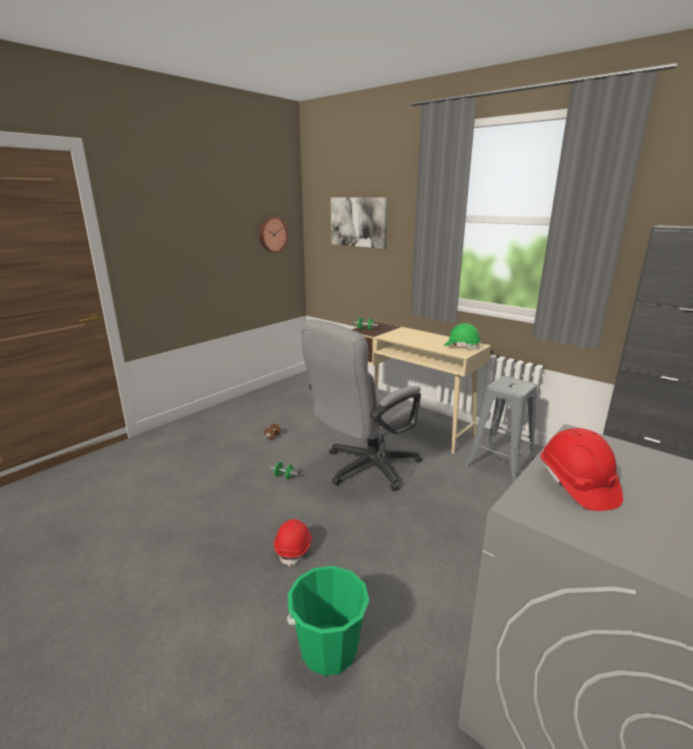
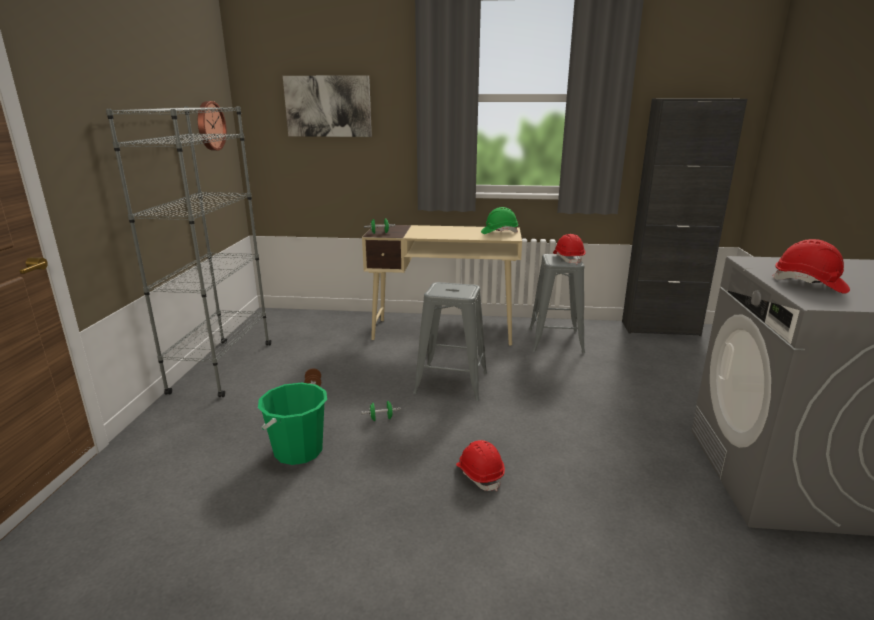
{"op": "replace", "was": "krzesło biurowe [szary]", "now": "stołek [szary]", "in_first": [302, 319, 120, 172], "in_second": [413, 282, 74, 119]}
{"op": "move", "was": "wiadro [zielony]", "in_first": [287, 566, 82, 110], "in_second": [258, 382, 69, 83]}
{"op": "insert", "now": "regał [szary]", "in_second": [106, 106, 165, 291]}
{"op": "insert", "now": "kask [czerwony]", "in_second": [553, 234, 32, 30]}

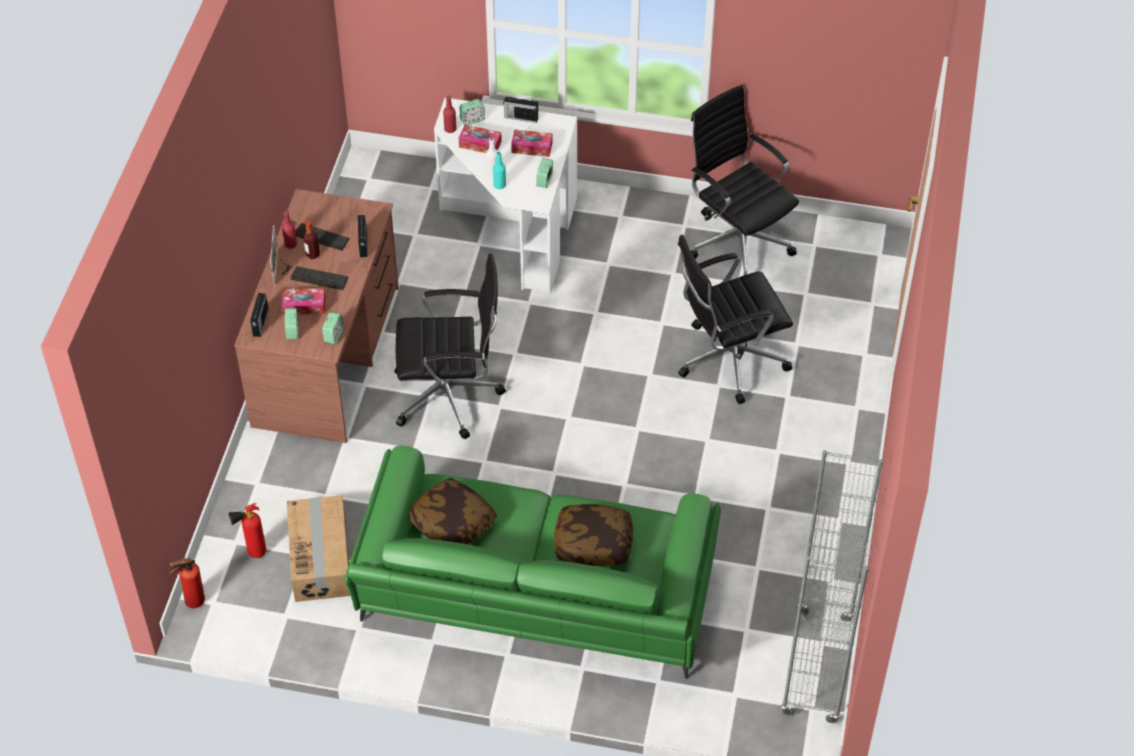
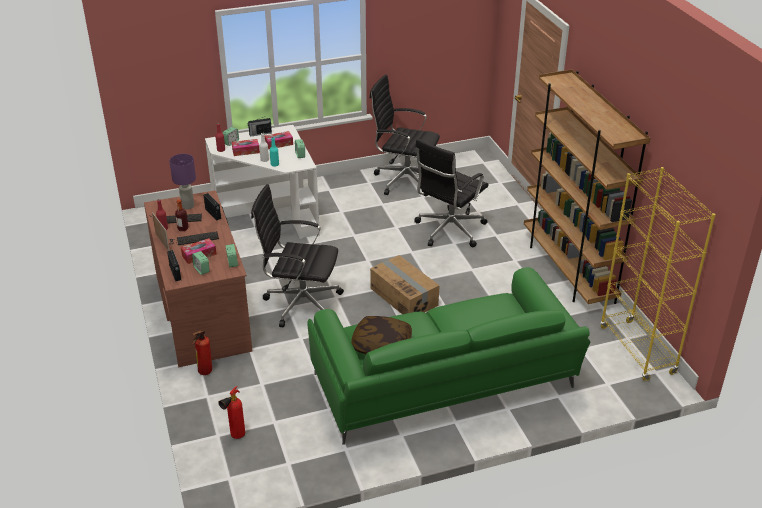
{"op": "rotate", "was": "krzesło biurowe [czarny]", "in_first": [395, 253, 111, 186], "in_second": [251, 184, 93, 143], "clockwise": -135}
{"op": "recolor", "was": "regał [szary]", "now": "regał [żółty]", "in_first": [781, 450, 102, 273], "in_second": [600, 167, 116, 214]}
{"op": "move", "was": "karton", "in_first": [287, 495, 63, 107], "in_second": [370, 255, 70, 59]}
{"op": "delete", "was": "poduszka", "in_first": [554, 504, 79, 62]}
{"op": "move", "was": "gaśnica", "in_first": [169, 558, 36, 50], "in_second": [192, 330, 20, 45]}
{"op": "insert", "now": "regał [brązowy]", "in_second": [524, 69, 127, 235]}
{"op": "insert", "now": "lampa stołowa [fioletowy]", "in_second": [169, 154, 27, 55]}

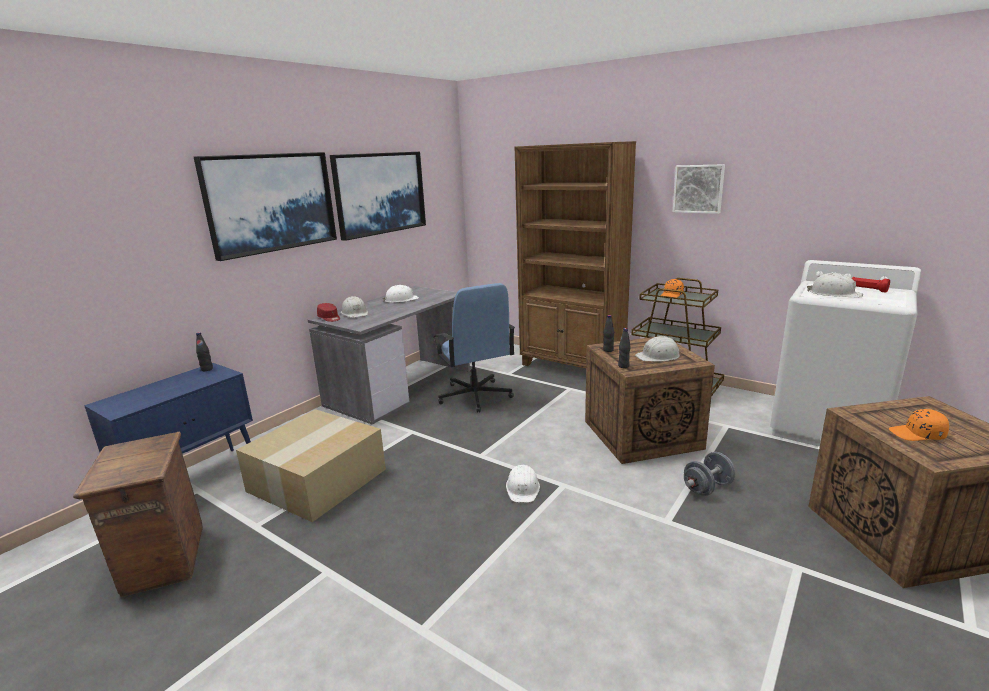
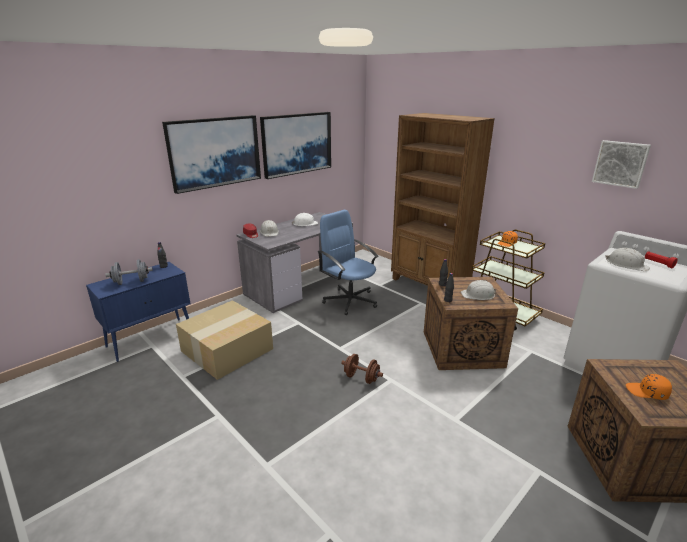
{"op": "move", "was": "obraz", "in_first": [673, 164, 52, 50], "in_second": [592, 140, 59, 49]}
{"op": "rotate", "was": "krzesło biurowe [niebieski]", "in_first": [434, 283, 81, 130], "in_second": [318, 210, 61, 105], "clockwise": 150}
{"op": "delete", "was": "skrzynka", "in_first": [73, 432, 130, 165]}
{"op": "move", "was": "hantel [szary]", "in_first": [684, 452, 51, 44], "in_second": [105, 259, 48, 26]}
{"op": "replace", "was": "kask [biały]", "now": "hantel [brązowy]", "in_first": [506, 465, 34, 38], "in_second": [341, 354, 42, 30]}

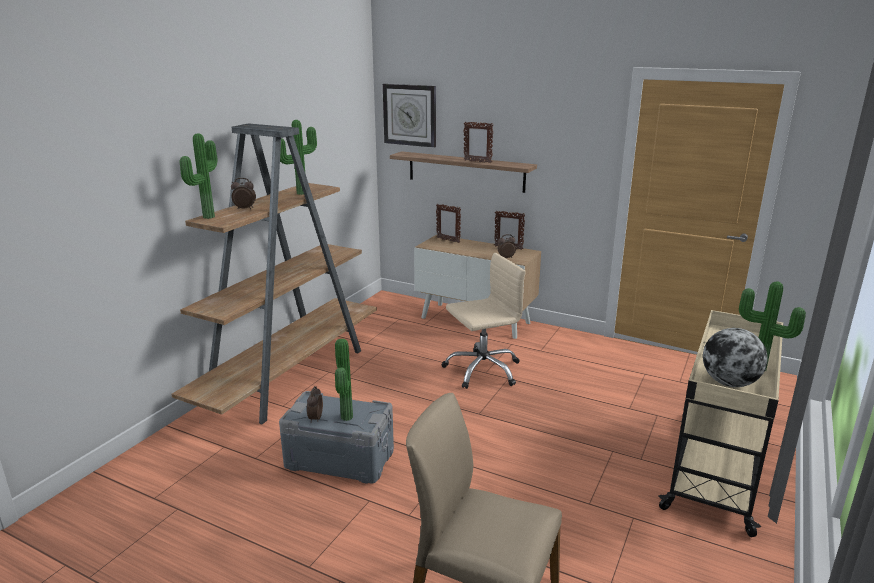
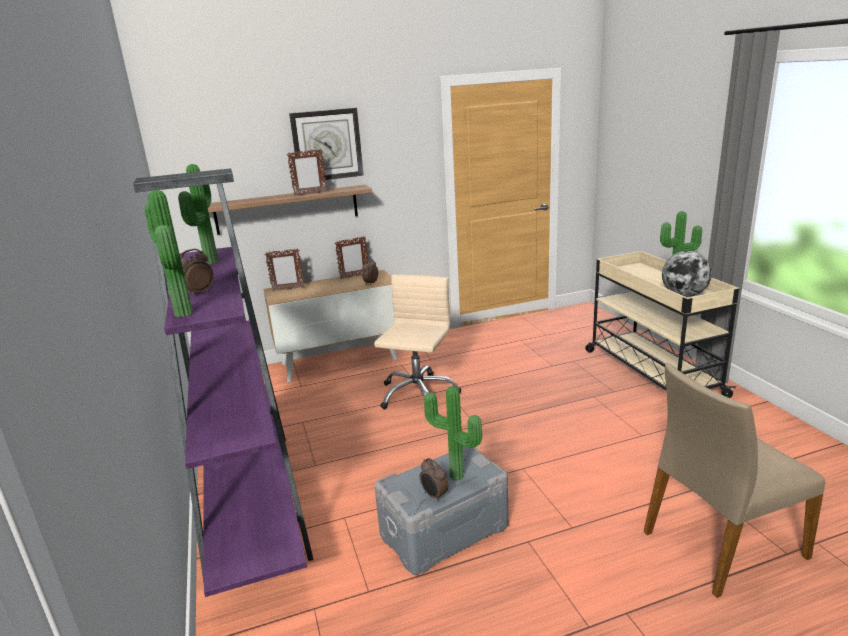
{"op": "move", "was": "zegar ścienny", "in_first": [383, 84, 53, 64], "in_second": [289, 108, 75, 72]}
{"op": "recolor", "was": "regał [brązowy]", "now": "regał [fioletowy]", "in_first": [171, 123, 206, 301], "in_second": [133, 168, 180, 429]}

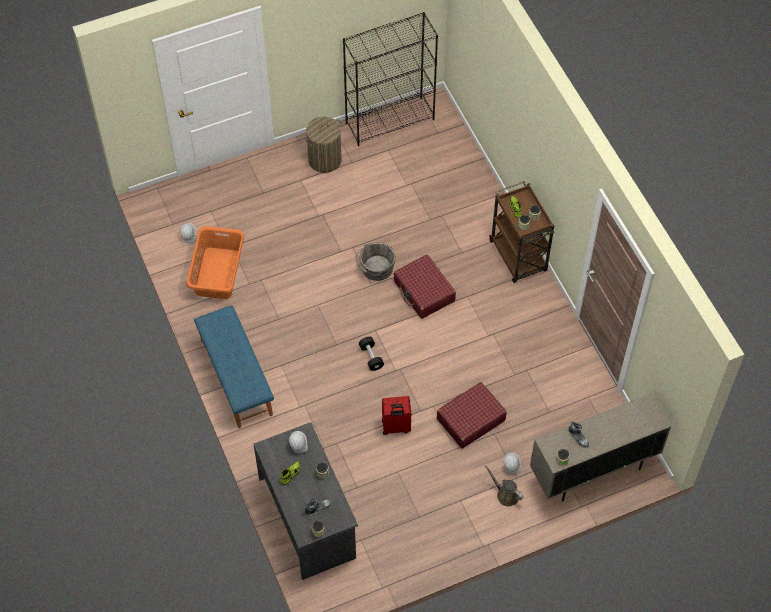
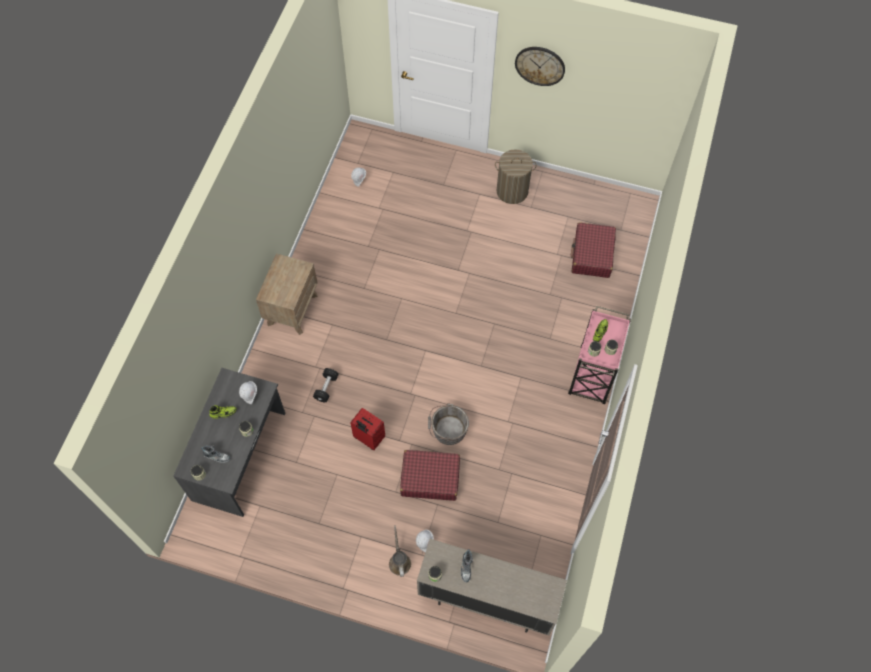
{"op": "delete", "was": "regał [czarny]", "in_first": [343, 12, 95, 134]}
{"op": "recolor", "was": "wózek [brązowy]", "now": "wózek [różowy]", "in_first": [489, 181, 65, 102], "in_second": [568, 306, 63, 98]}
{"op": "delete", "was": "kosz na pranie [pomarańczowy]", "in_first": [187, 226, 57, 73]}
{"op": "move", "was": "wiadro [szary]", "in_first": [356, 242, 40, 39], "in_second": [428, 403, 41, 42]}
{"op": "move", "was": "walizka [czerwony]", "in_first": [394, 254, 62, 65], "in_second": [571, 222, 45, 56]}
{"op": "replace", "was": "ławka [niebieski]", "now": "szafka nocna [brązowy]", "in_first": [194, 305, 80, 123], "in_second": [256, 253, 62, 82]}
{"op": "move", "was": "hantel [czarny]", "in_first": [359, 337, 25, 34], "in_second": [313, 368, 26, 34]}
{"op": "insert", "now": "zegar ścienny", "in_second": [515, 47, 50, 39]}

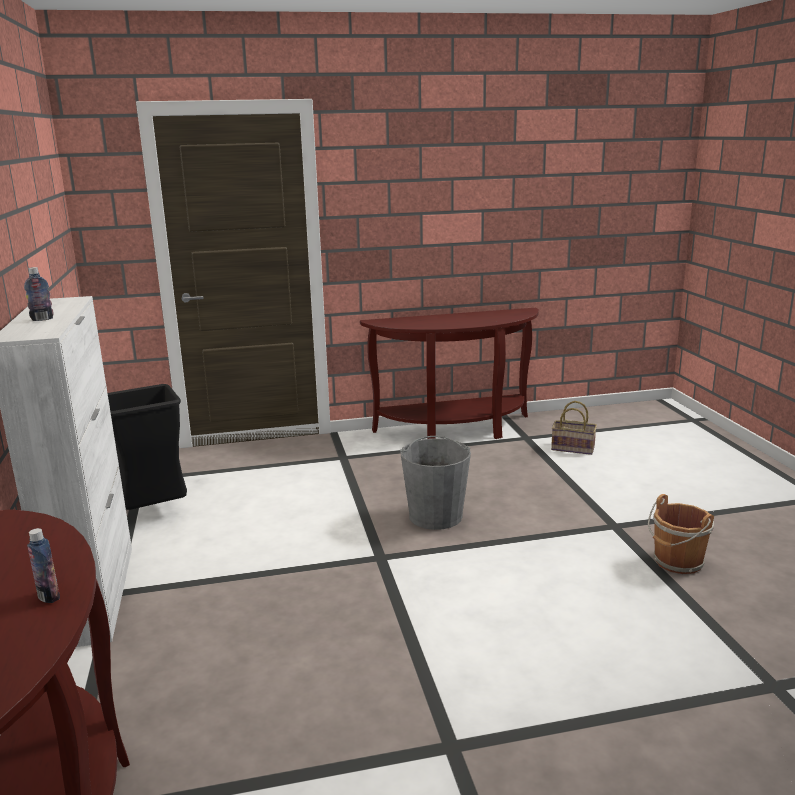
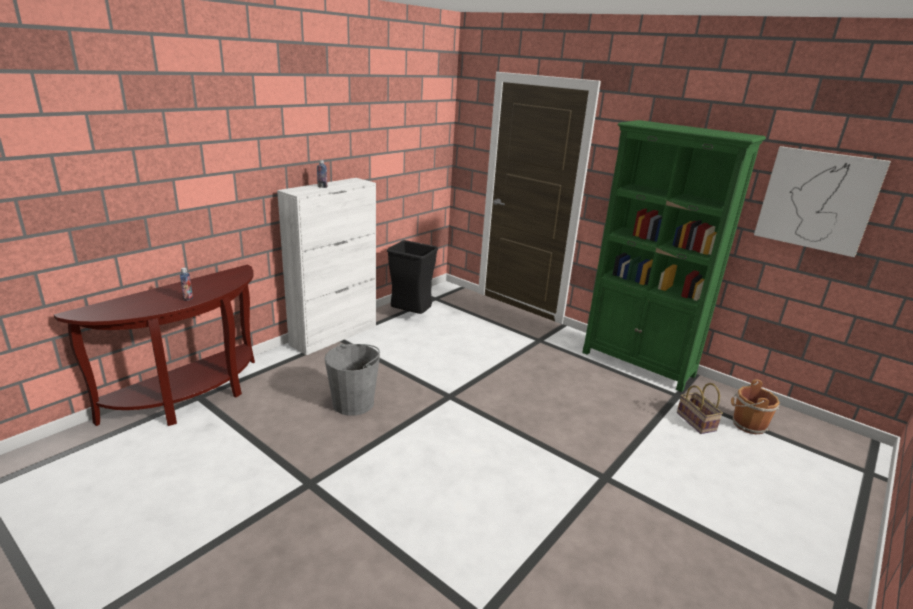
{"op": "replace", "was": "stolik konsolowy [brązowy]", "now": "regał [zielony]", "in_first": [360, 308, 179, 131], "in_second": [582, 120, 184, 272]}
{"op": "move", "was": "wiadro [szary]", "in_first": [400, 436, 71, 94], "in_second": [325, 343, 55, 73]}
{"op": "move", "was": "wiadro [brązowy]", "in_first": [648, 494, 66, 80], "in_second": [731, 379, 49, 55]}
{"op": "insert", "now": "obraz", "in_second": [754, 146, 137, 112]}

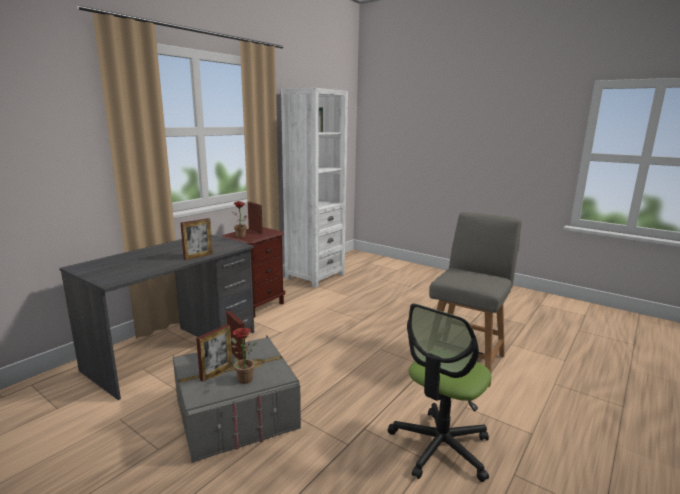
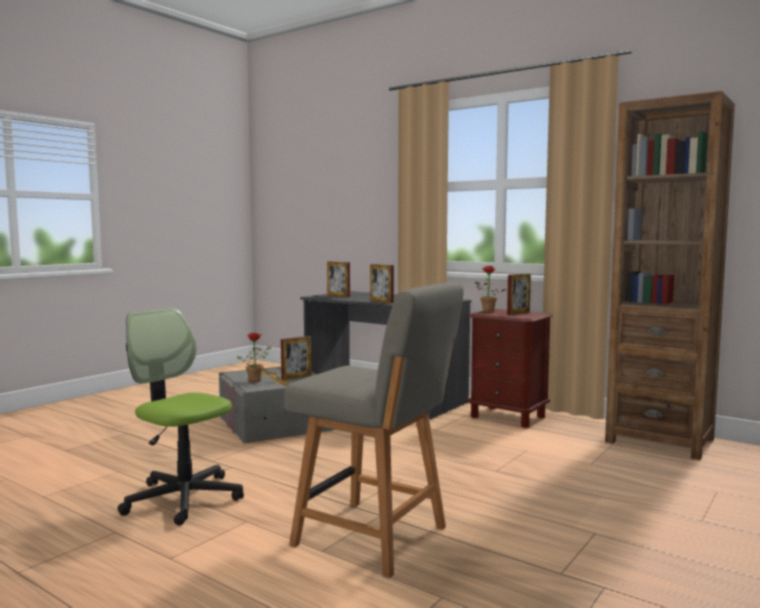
{"op": "recolor", "was": "regał [biały]", "now": "regał [brązowy]", "in_first": [281, 88, 67, 200], "in_second": [605, 91, 130, 369]}
{"op": "move", "was": "ramka na zdjęcie", "in_first": [196, 325, 37, 57], "in_second": [327, 261, 23, 36]}

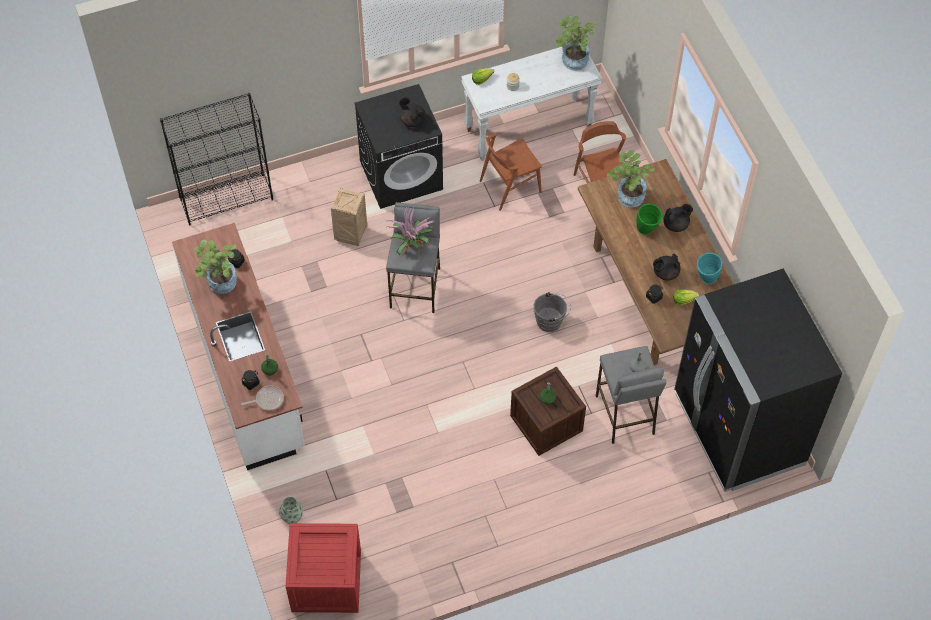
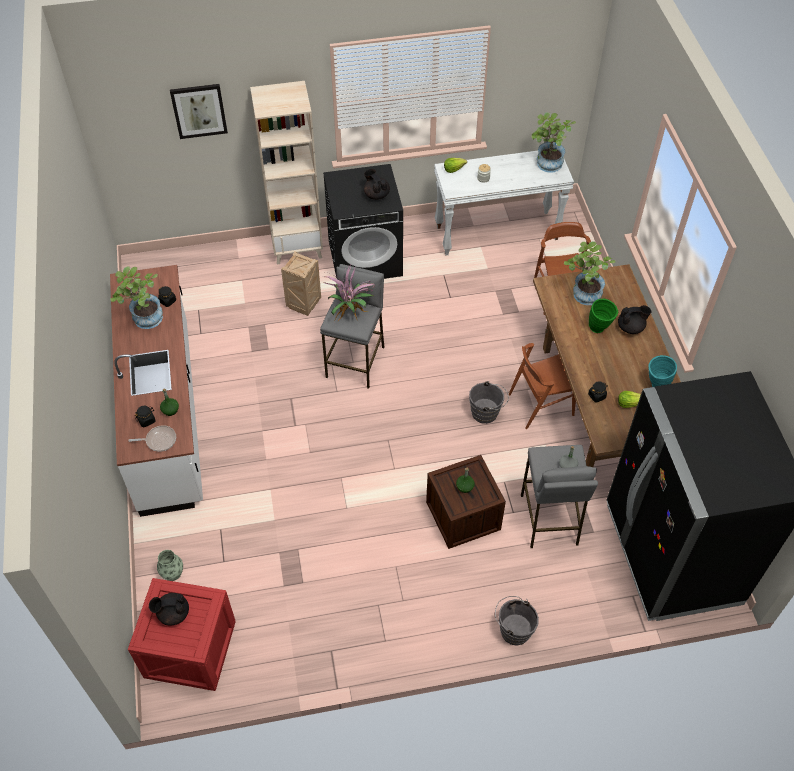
{"op": "delete", "was": "regał [czarny]", "in_first": [160, 93, 113, 132]}
{"op": "move", "was": "krzesło [brązowy]", "in_first": [480, 133, 62, 78], "in_second": [509, 343, 67, 86]}
{"op": "move", "was": "imbryk [czarny]", "in_first": [653, 254, 27, 27], "in_second": [149, 593, 40, 32]}
{"op": "insert", "now": "regał [beżowy]", "in_second": [250, 81, 73, 184]}
{"op": "insert", "now": "obraz", "in_second": [170, 84, 58, 55]}
{"op": "insert", "now": "wiadro [szary]", "in_second": [495, 596, 44, 50]}

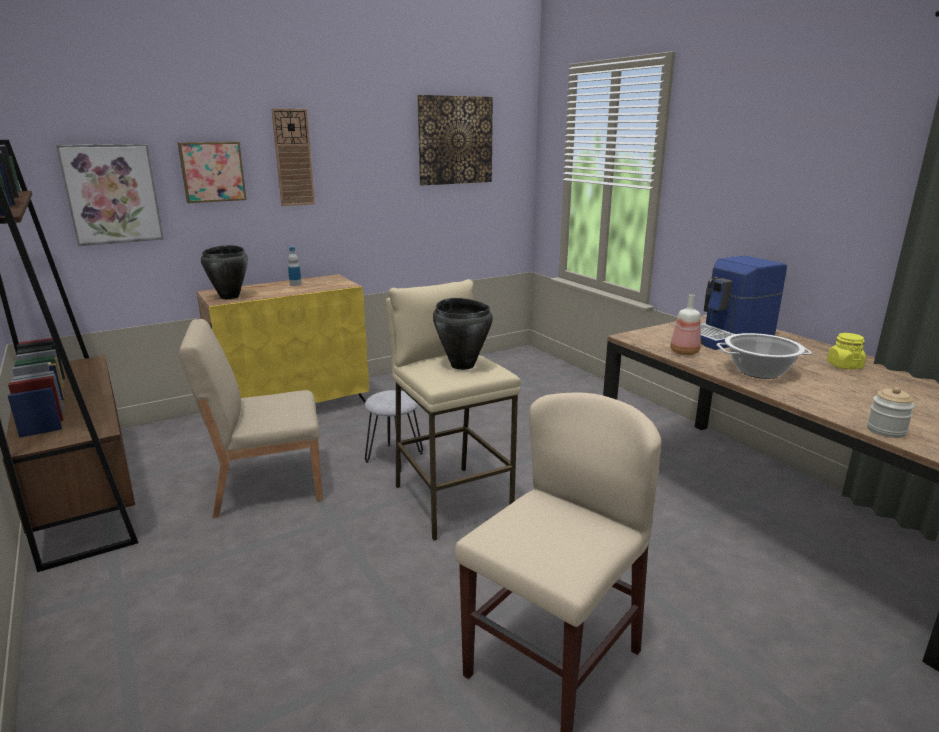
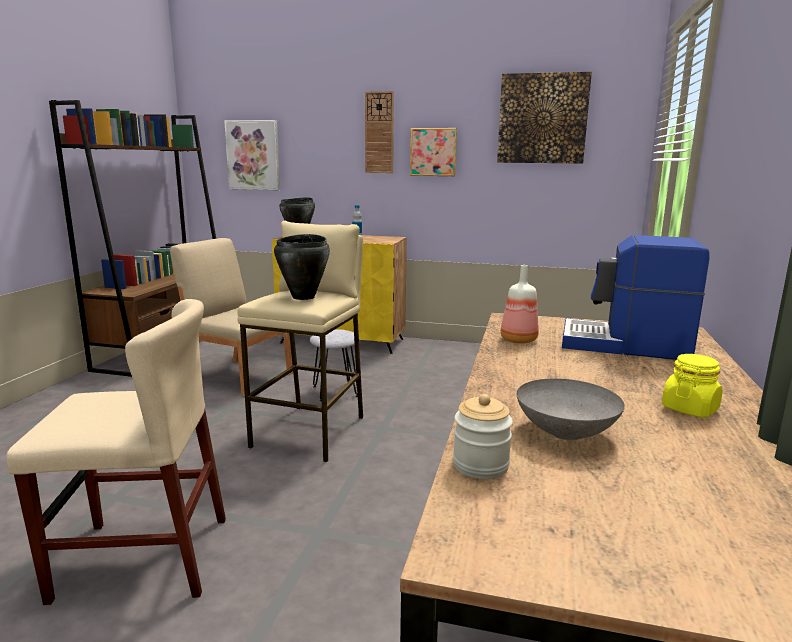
{"op": "move", "was": "obraz", "in_first": [178, 142, 69, 61], "in_second": [410, 128, 47, 48]}
{"op": "delete", "was": "garnek", "in_first": [717, 333, 95, 46]}
{"op": "insert", "now": "miska [szary]", "in_second": [516, 378, 109, 63]}

